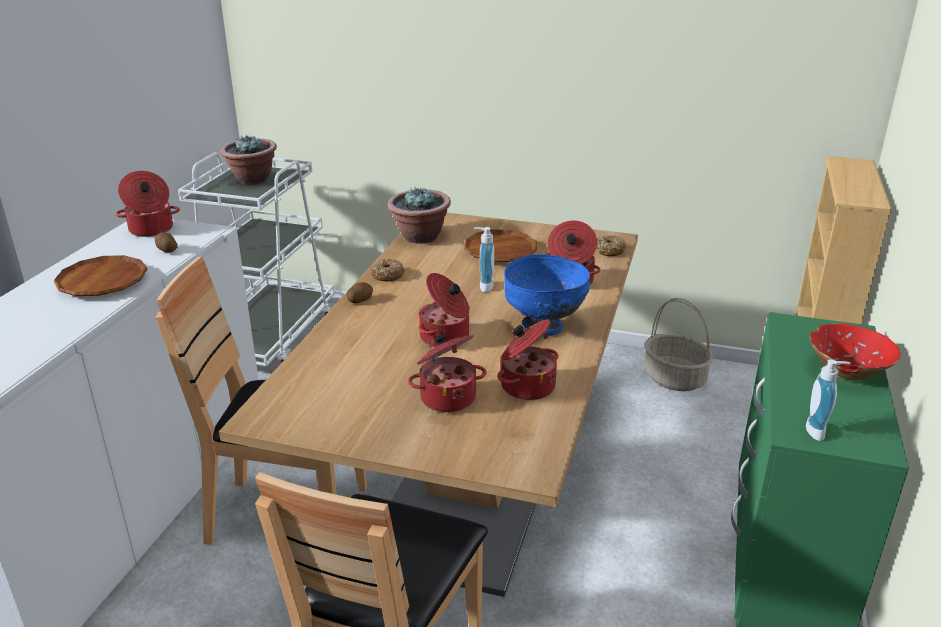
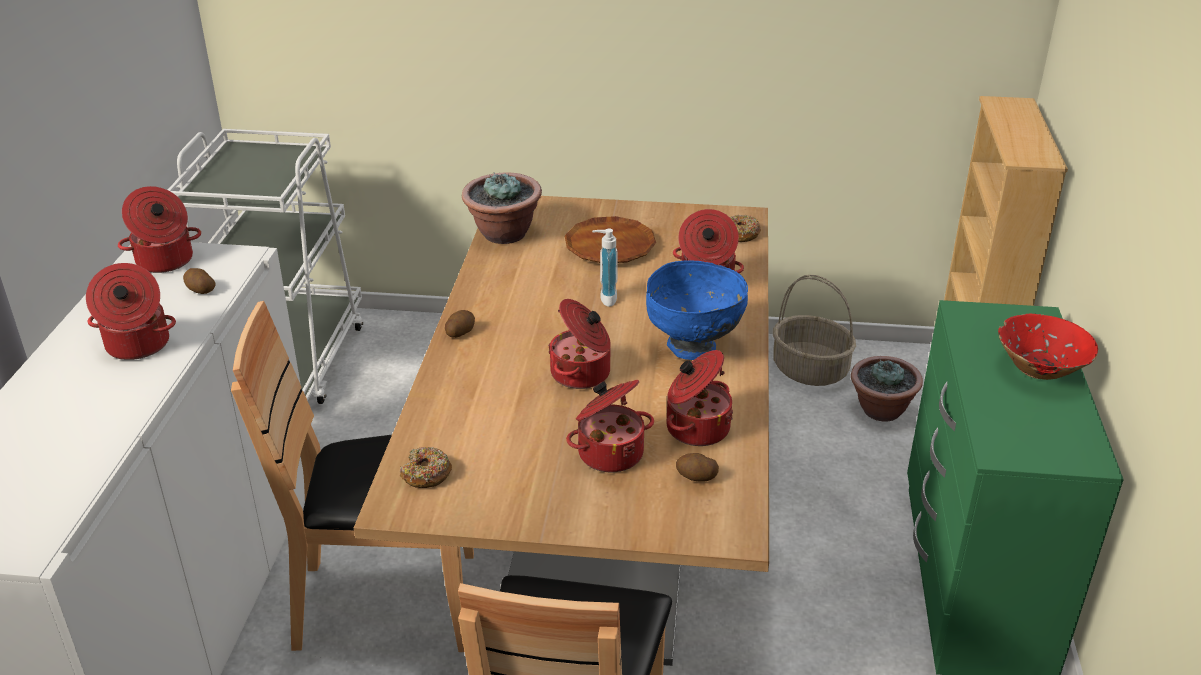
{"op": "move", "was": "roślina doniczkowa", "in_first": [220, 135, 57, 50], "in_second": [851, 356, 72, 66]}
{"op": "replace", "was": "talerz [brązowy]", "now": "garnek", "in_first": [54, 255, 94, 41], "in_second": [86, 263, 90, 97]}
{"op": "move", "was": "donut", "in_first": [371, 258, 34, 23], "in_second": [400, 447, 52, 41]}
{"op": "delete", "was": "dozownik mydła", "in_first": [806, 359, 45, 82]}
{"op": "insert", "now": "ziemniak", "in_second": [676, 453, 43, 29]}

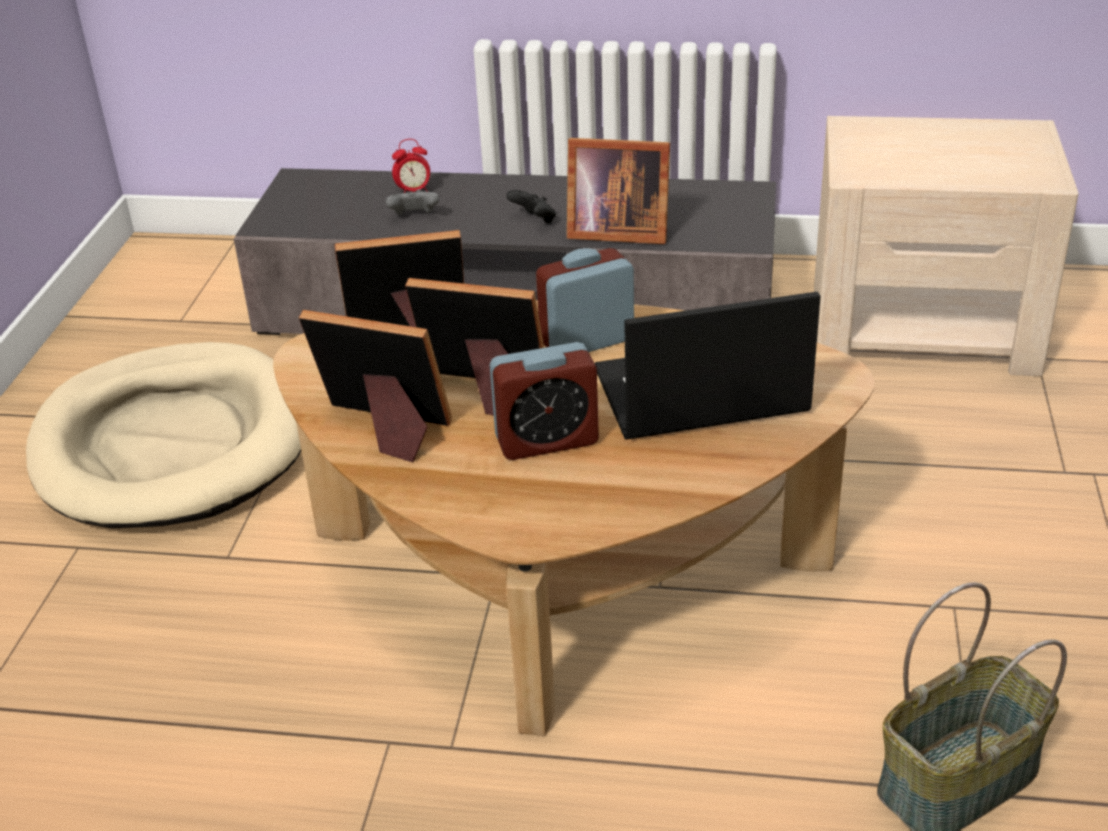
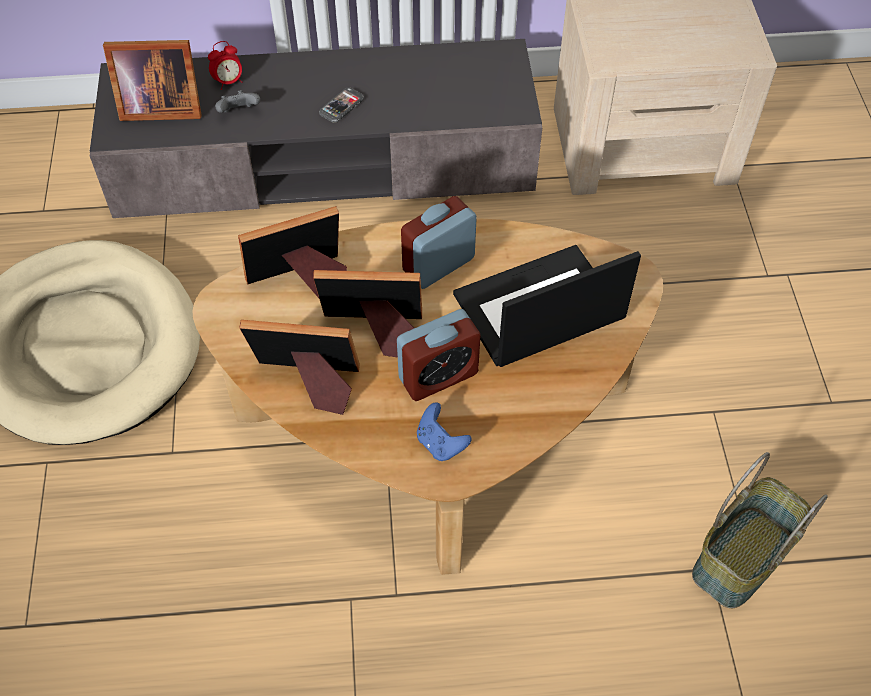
{"op": "move", "was": "ramka na zdjęcie", "in_first": [567, 138, 103, 106], "in_second": [103, 40, 99, 81]}
{"op": "replace", "was": "pad do gier [czarny]", "now": "telefon", "in_first": [506, 190, 50, 34], "in_second": [319, 87, 45, 36]}
{"op": "insert", "now": "pad do gier [niebieski]", "in_second": [417, 402, 55, 59]}

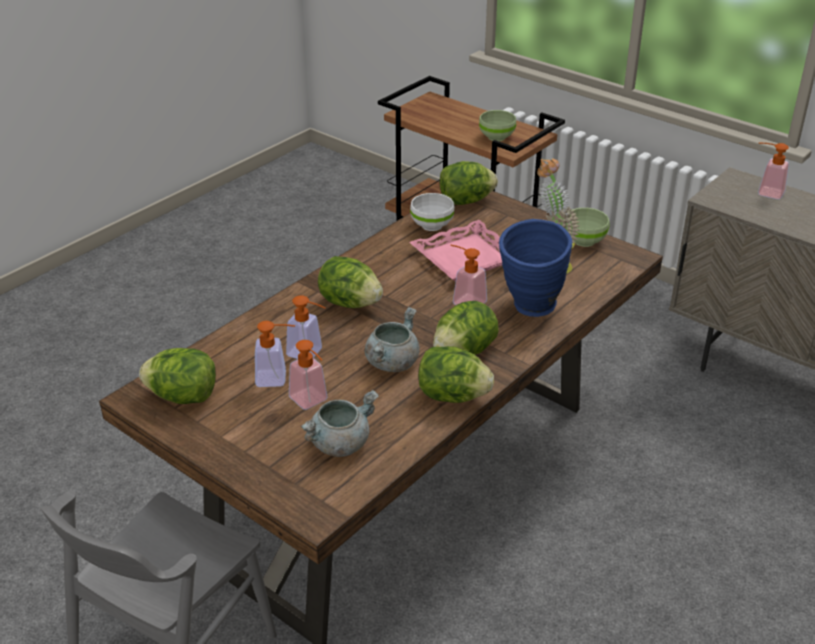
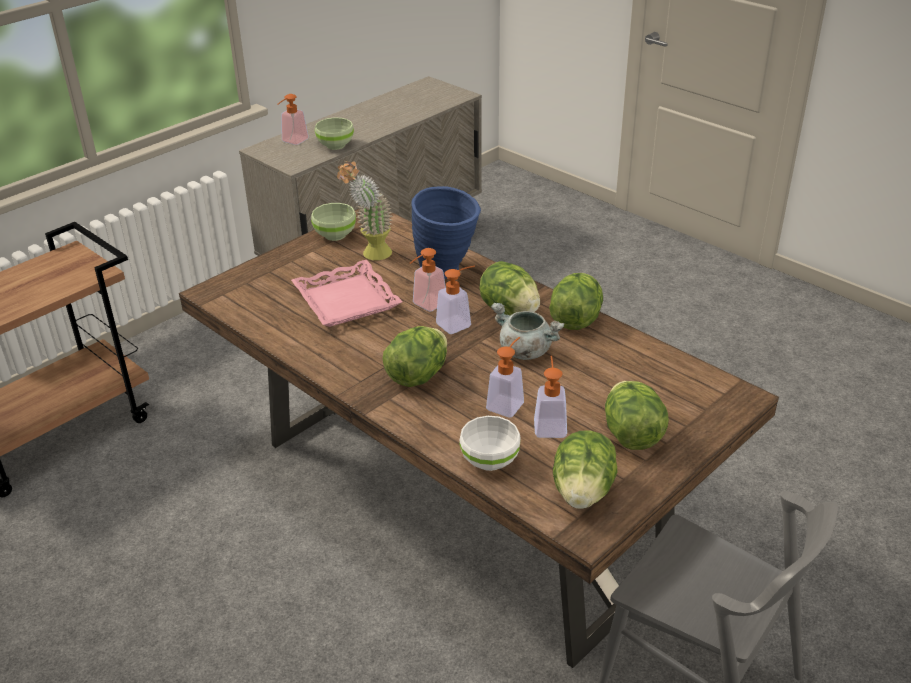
{"op": "move", "was": "miska [zielony]", "in_first": [479, 110, 37, 31], "in_second": [315, 118, 39, 32]}
{"op": "move", "was": "sałata", "in_first": [440, 161, 58, 44], "in_second": [605, 381, 64, 69]}
{"op": "move", "was": "miska [biały]", "in_first": [410, 193, 44, 38], "in_second": [459, 416, 62, 55]}
{"op": "move", "was": "dozownik mydła", "in_first": [289, 340, 38, 70], "in_second": [436, 266, 39, 68]}
{"op": "delete", "was": "garnek [szary]", "in_first": [301, 390, 78, 67]}

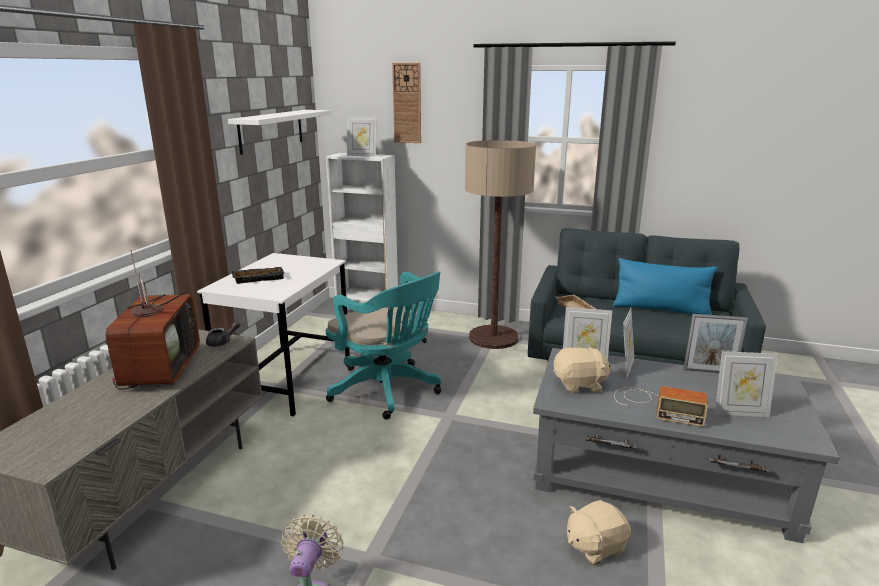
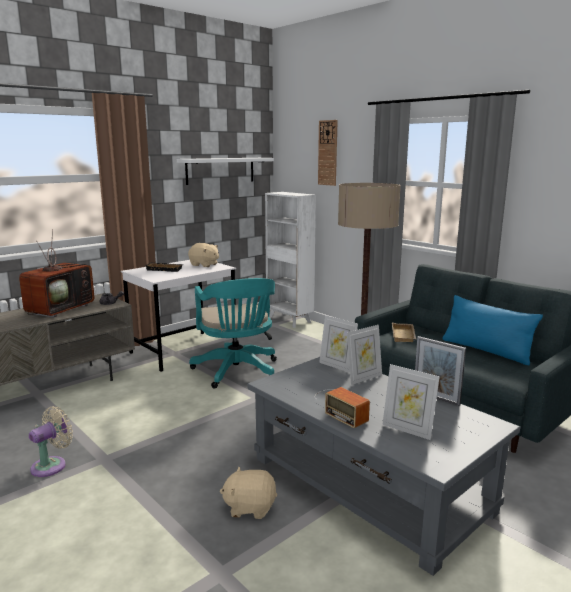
{"op": "delete", "was": "ramka na zdjęcie", "in_first": [347, 116, 29, 41]}
{"op": "move", "was": "pluszak [beżowy]", "in_first": [553, 345, 59, 48], "in_second": [188, 243, 31, 24]}

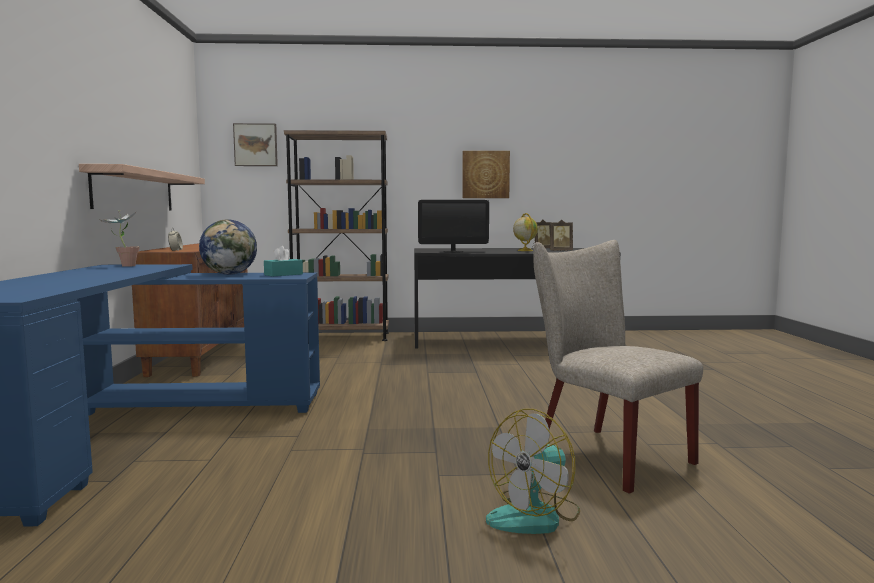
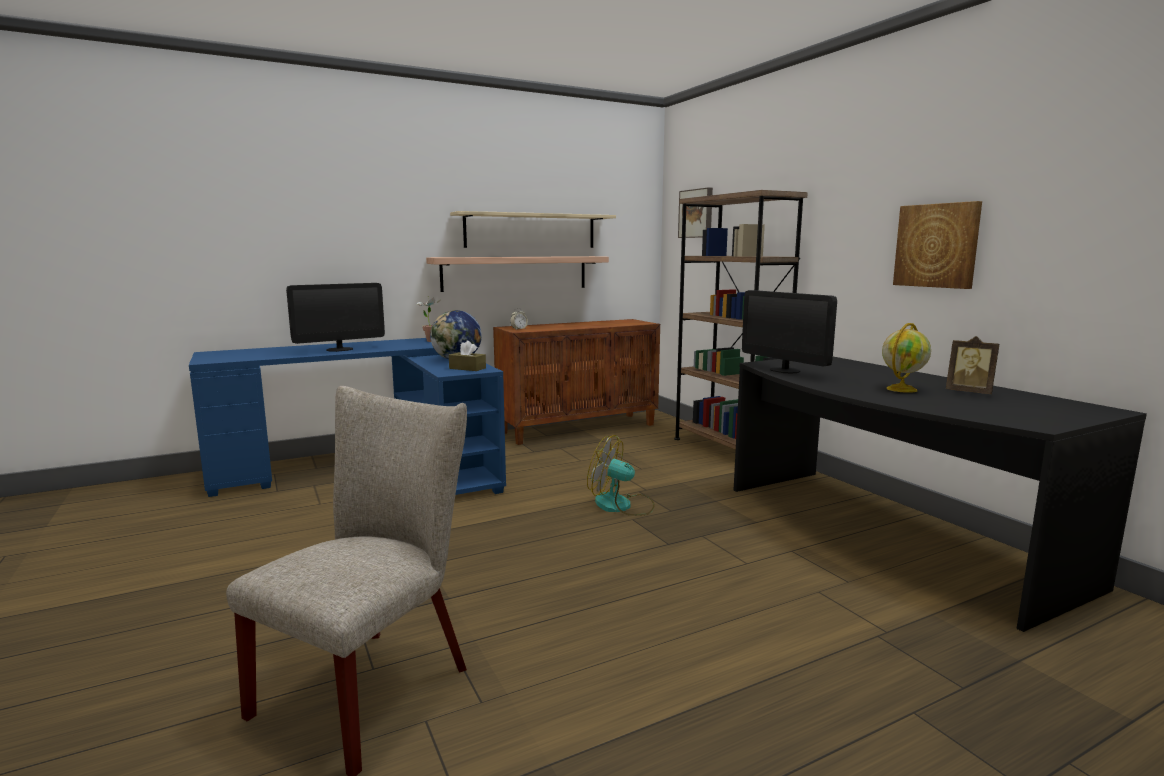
{"op": "delete", "was": "ramka na zdjęcie", "in_first": [550, 219, 23, 32]}
{"op": "recolor", "was": "pudełko chusteczek [turkusowy]", "now": "pudełko chusteczek [brązowy]", "in_first": [264, 246, 39, 31], "in_second": [449, 341, 37, 30]}
{"op": "move", "was": "wentylator", "in_first": [486, 409, 94, 125], "in_second": [587, 435, 68, 81]}
{"op": "insert", "now": "półka [beżowy]", "in_second": [450, 211, 166, 37]}
{"op": "insert", "now": "monitor", "in_second": [286, 283, 99, 69]}

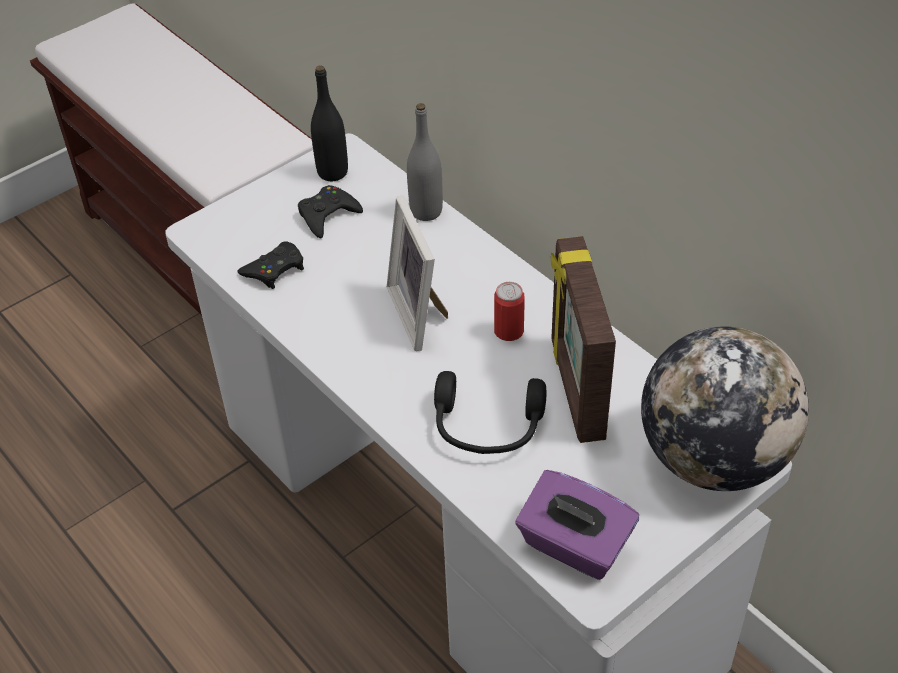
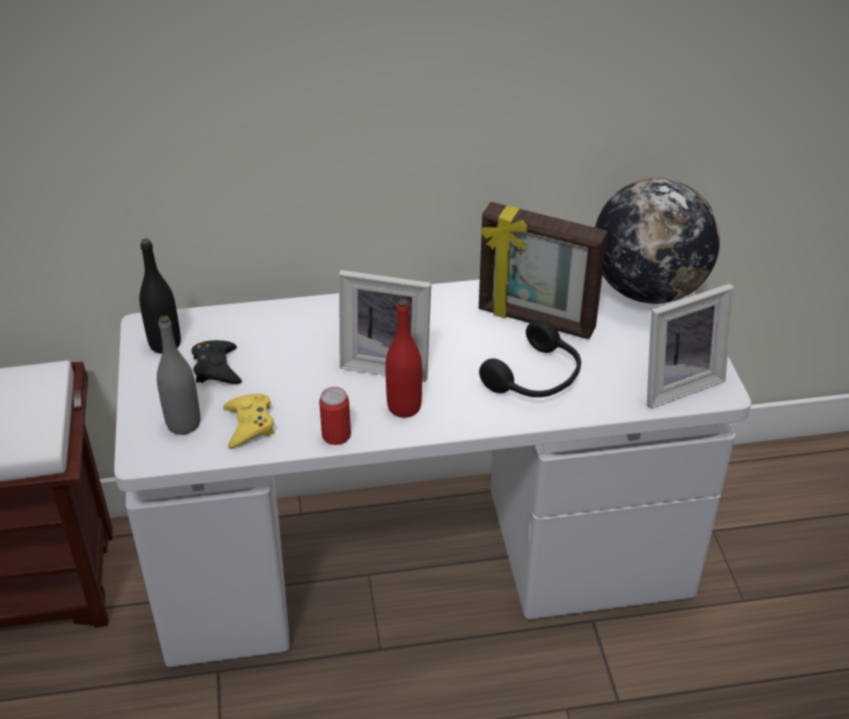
{"op": "move", "was": "butelka [szary]", "in_first": [407, 103, 36, 118], "in_second": [157, 316, 43, 119]}
{"op": "recolor", "was": "pad do gier [czarny]", "now": "pad do gier [żółty]", "in_first": [238, 241, 66, 48], "in_second": [223, 393, 52, 55]}
{"op": "move", "was": "puszka", "in_first": [494, 282, 31, 59], "in_second": [319, 387, 32, 58]}
{"op": "replace", "was": "pudełko chusteczek [fioletowy]", "now": "ramka na zdjęcie", "in_first": [516, 470, 123, 110], "in_second": [647, 284, 87, 125]}
{"op": "insert", "now": "butelka [czerwony]", "in_second": [385, 299, 37, 119]}

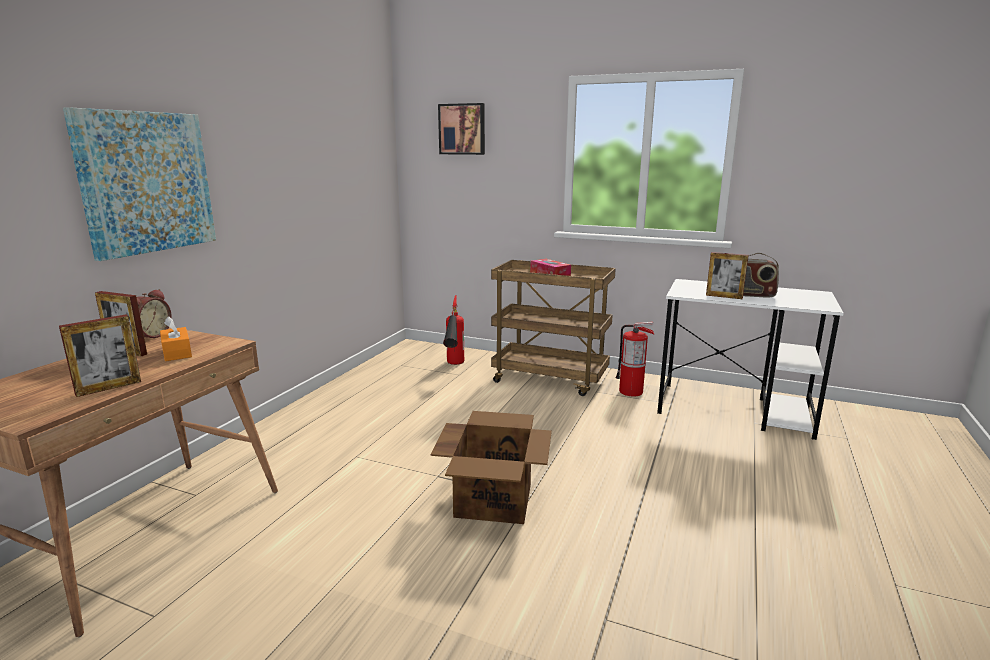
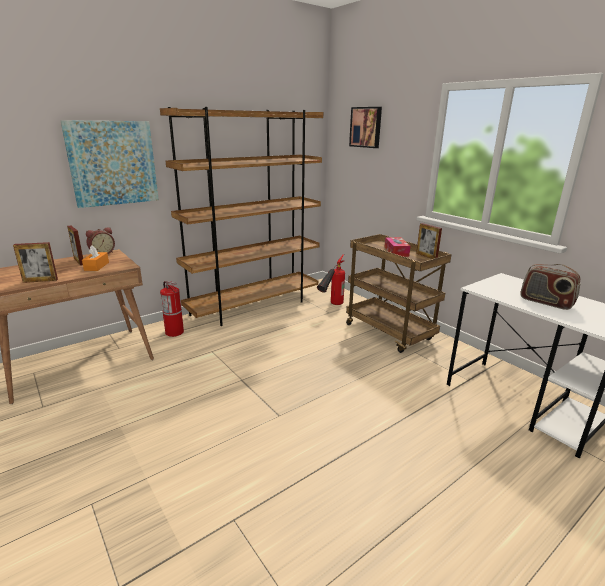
{"op": "move", "was": "ramka na zdjęcie", "in_first": [706, 252, 43, 47], "in_second": [416, 223, 26, 36]}
{"op": "move", "was": "gaśnica", "in_first": [616, 322, 38, 74], "in_second": [160, 281, 24, 56]}
{"op": "delete", "was": "karton", "in_first": [431, 411, 121, 113]}
{"op": "insert", "now": "regał [brązowy]", "in_second": [160, 107, 163, 219]}

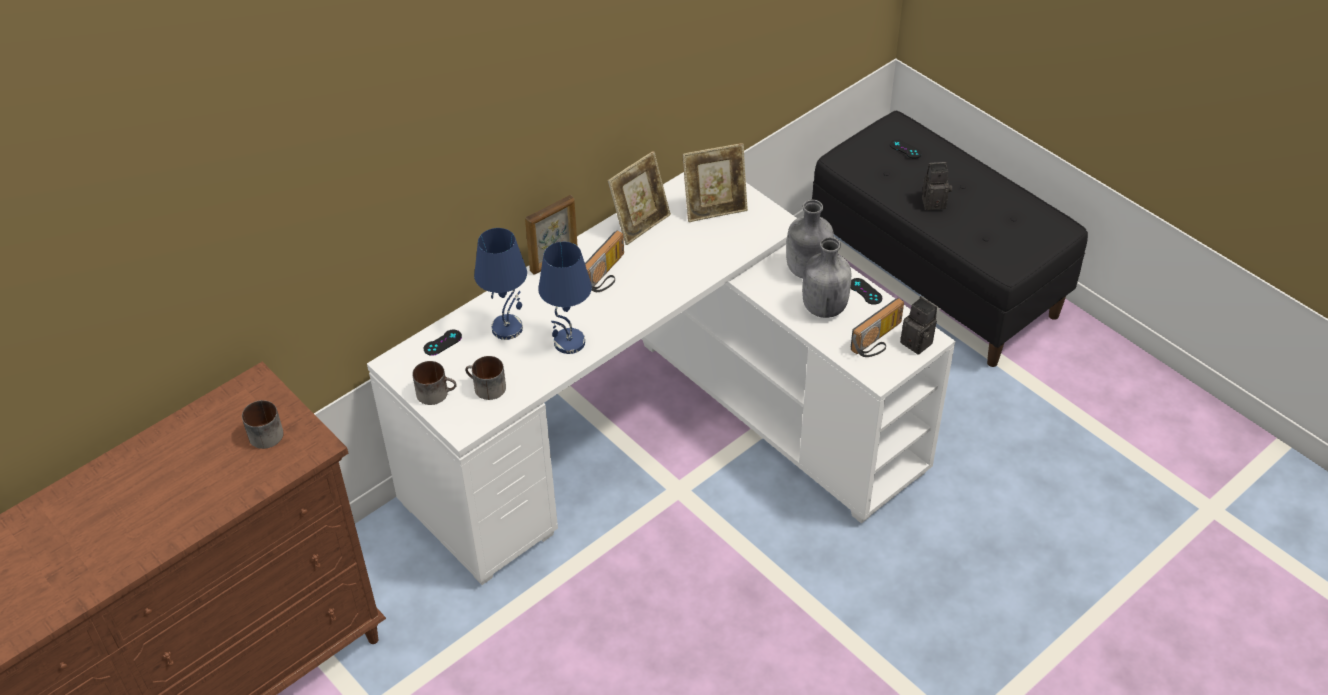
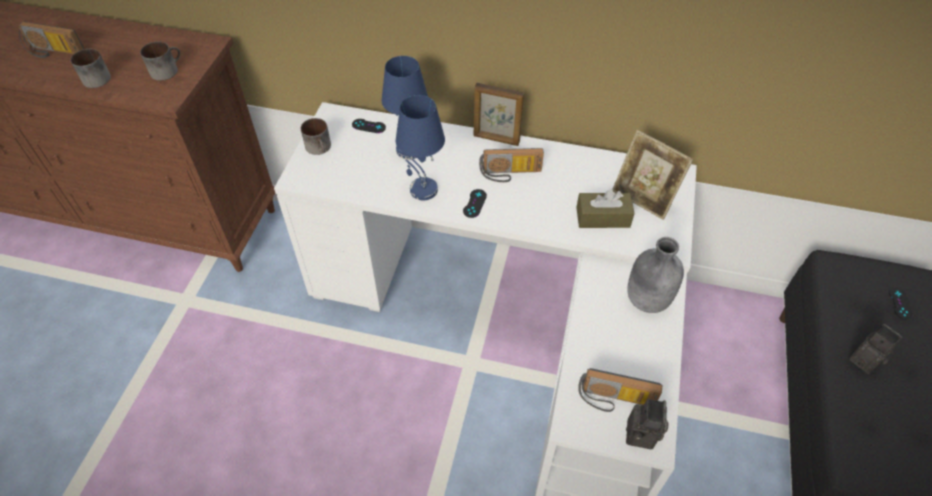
{"op": "delete", "was": "ramka na zdjęcie", "in_first": [608, 151, 63, 94]}
{"op": "delete", "was": "butelka [szary]", "in_first": [802, 237, 49, 81]}
{"op": "move", "was": "pad do gier [czarny]", "in_first": [851, 278, 31, 27], "in_second": [463, 189, 24, 29]}
{"op": "move", "was": "kubek", "in_first": [465, 356, 41, 44], "in_second": [71, 49, 40, 39]}
{"op": "insert", "now": "radio", "in_second": [19, 21, 65, 37]}
{"op": "insert", "now": "pudełko chusteczek [brązowy]", "in_second": [576, 189, 58, 39]}

